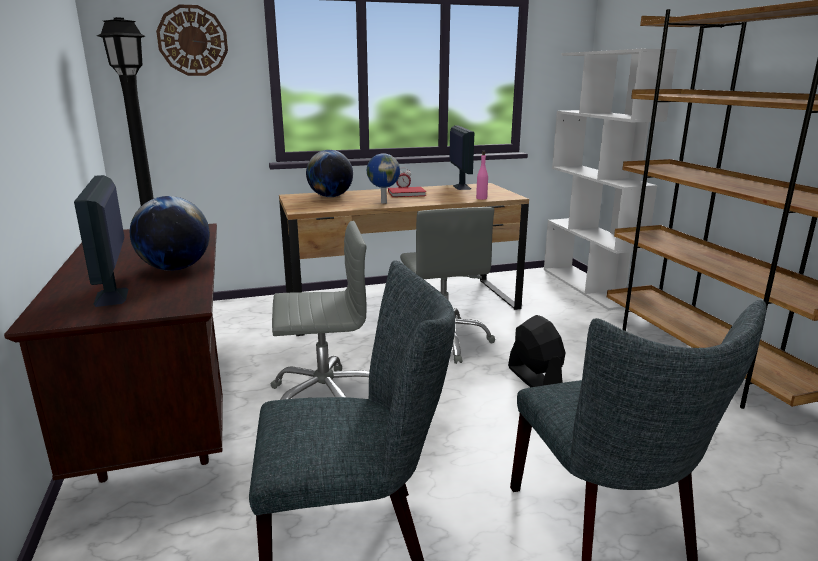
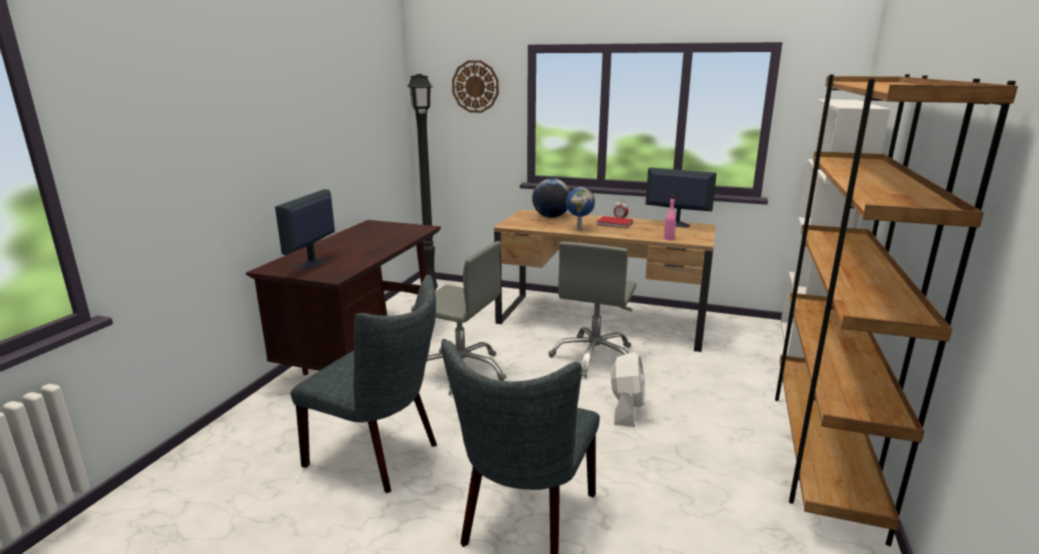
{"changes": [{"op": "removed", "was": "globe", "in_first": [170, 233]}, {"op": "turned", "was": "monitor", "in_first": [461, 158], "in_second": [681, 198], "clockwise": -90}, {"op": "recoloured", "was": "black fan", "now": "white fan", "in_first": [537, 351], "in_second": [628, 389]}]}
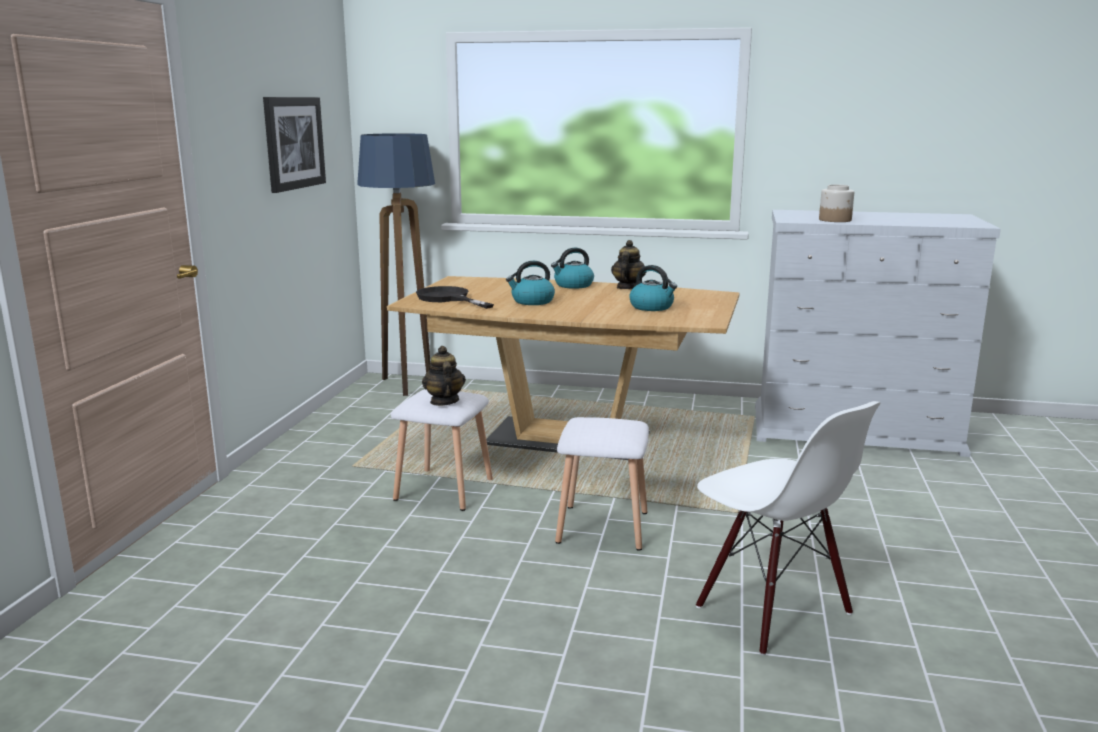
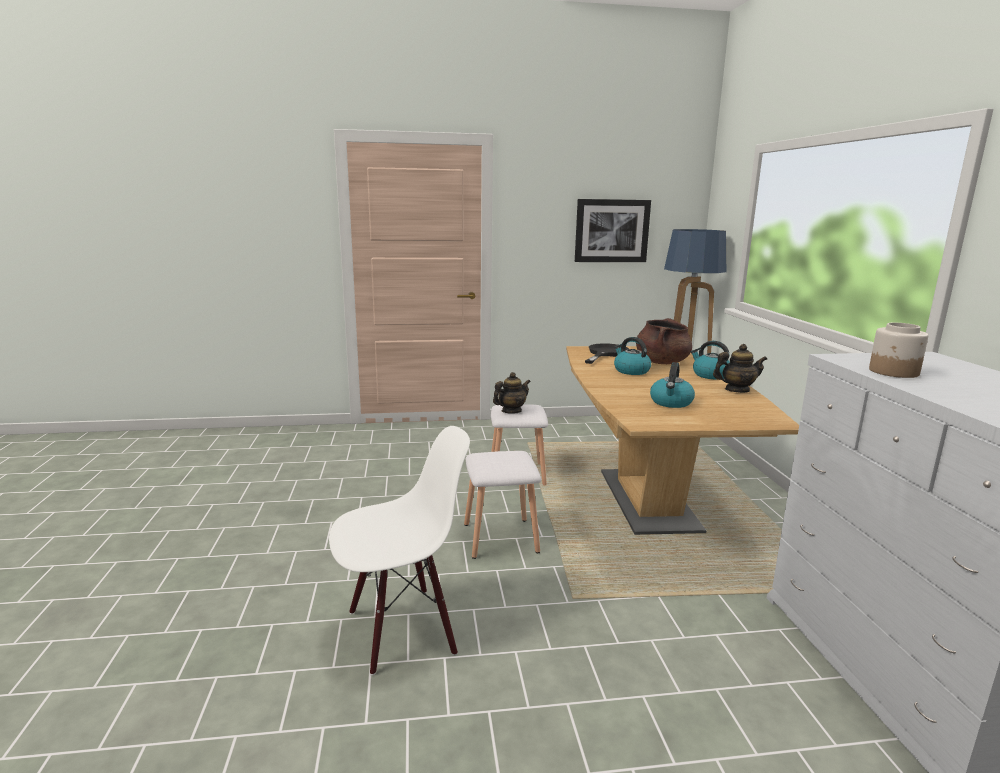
{"changes": [{"op": "turned", "was": "white chair", "in_first": [788, 528], "in_second": [399, 551], "clockwise": -150}, {"op": "added", "now": "brown cooking pot", "in_second": [664, 341]}]}
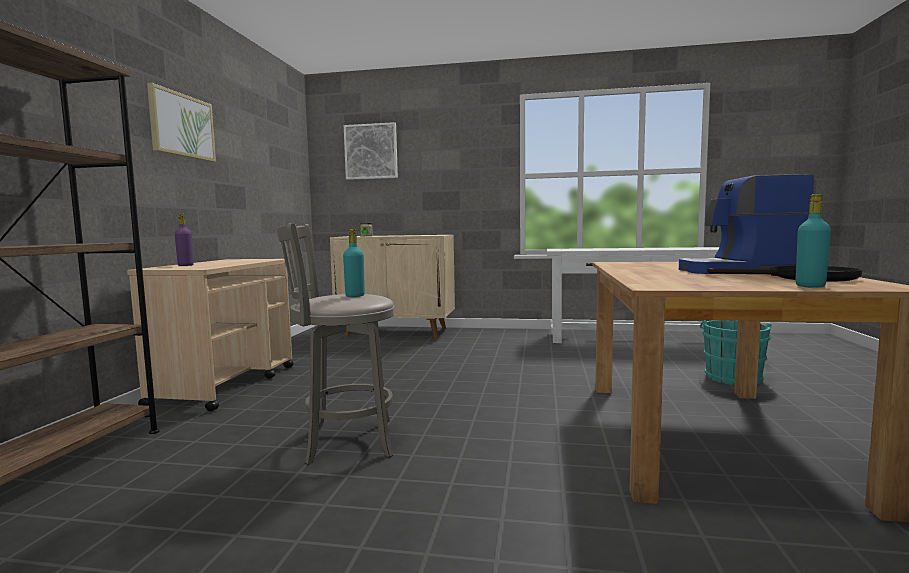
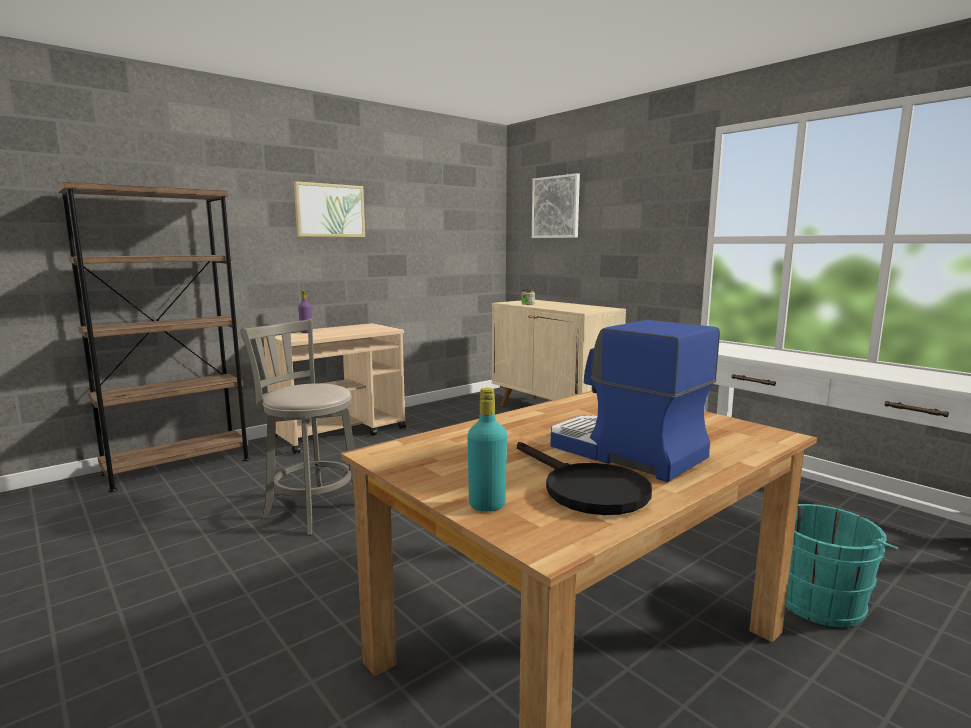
{"changes": [{"op": "removed", "was": "turquoise bottle", "in_first": [354, 263]}]}
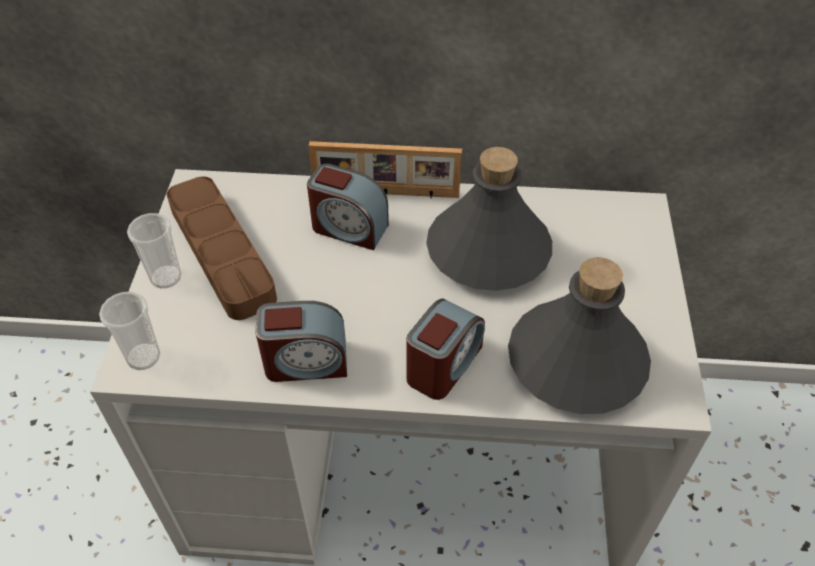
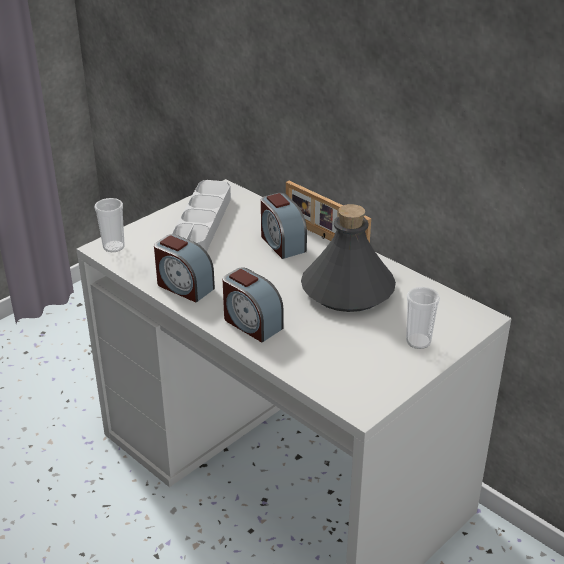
{"changes": [{"op": "moved", "was": "cup", "in_first": [154, 250], "in_second": [423, 318]}, {"op": "recoloured", "was": "brown tray", "now": "grey tray", "in_first": [222, 248], "in_second": [201, 216]}, {"op": "turned", "was": "alarm clock", "in_first": [445, 349], "in_second": [253, 305], "clockwise": 60}, {"op": "removed", "was": "grey bottle", "in_first": [579, 335]}]}
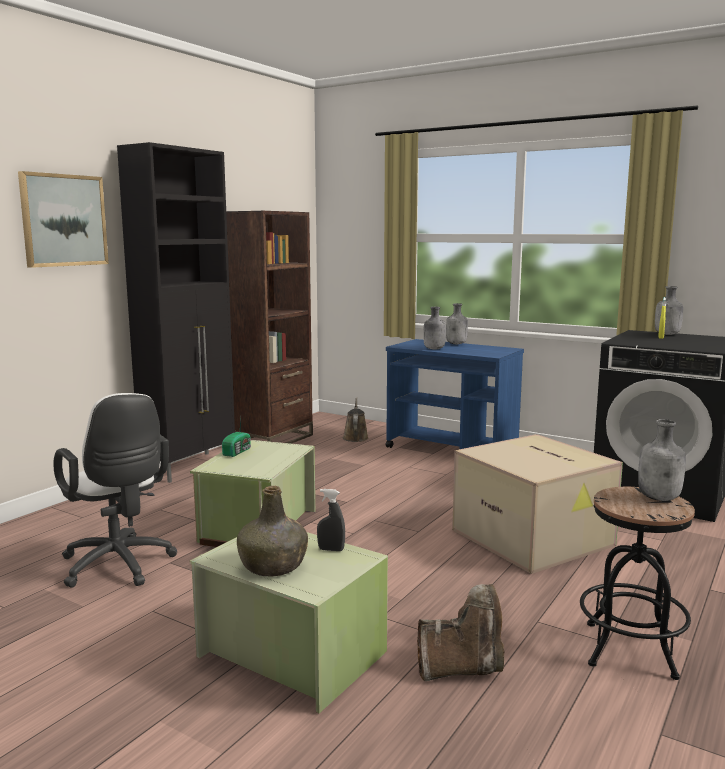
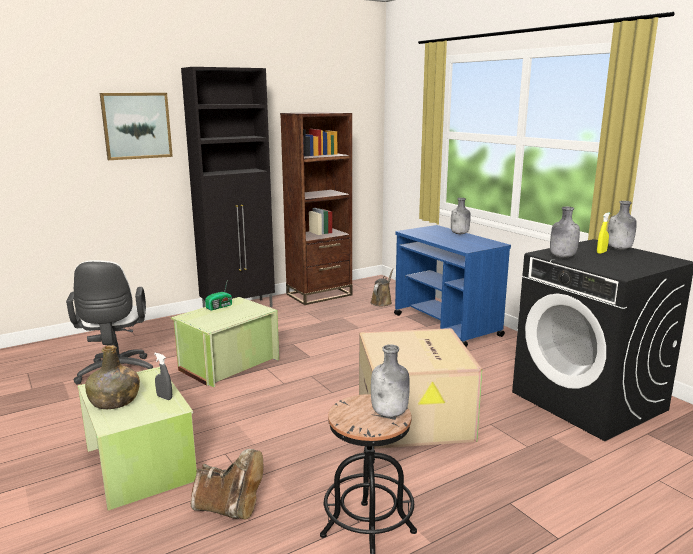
{"changes": [{"op": "moved", "was": "grey bottle", "in_first": [434, 328], "in_second": [565, 232]}]}
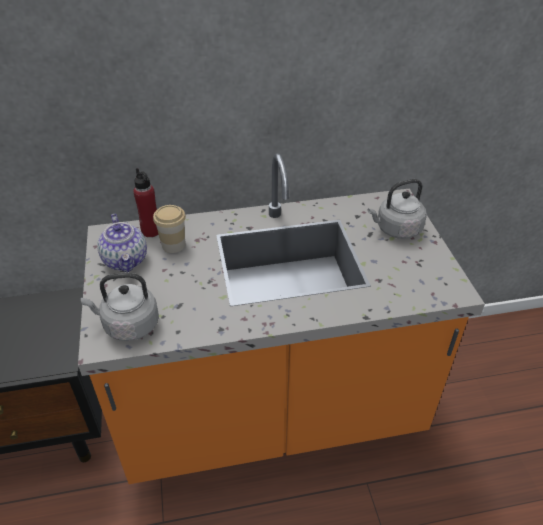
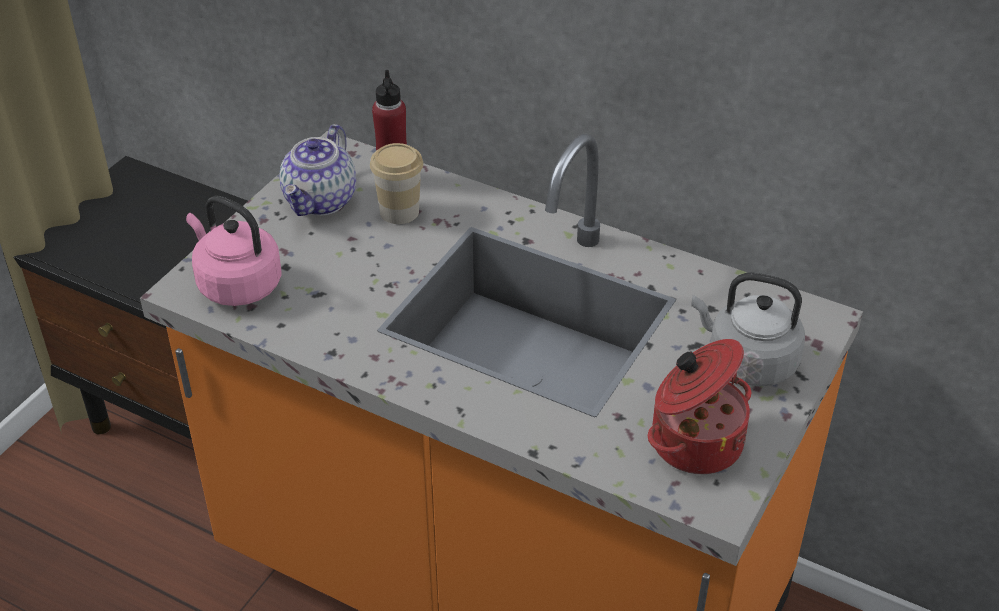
{"changes": [{"op": "recoloured", "was": "grey kettle", "now": "pink kettle", "in_first": [120, 307], "in_second": [234, 250]}, {"op": "added", "now": "cooking pot", "in_second": [699, 406]}]}
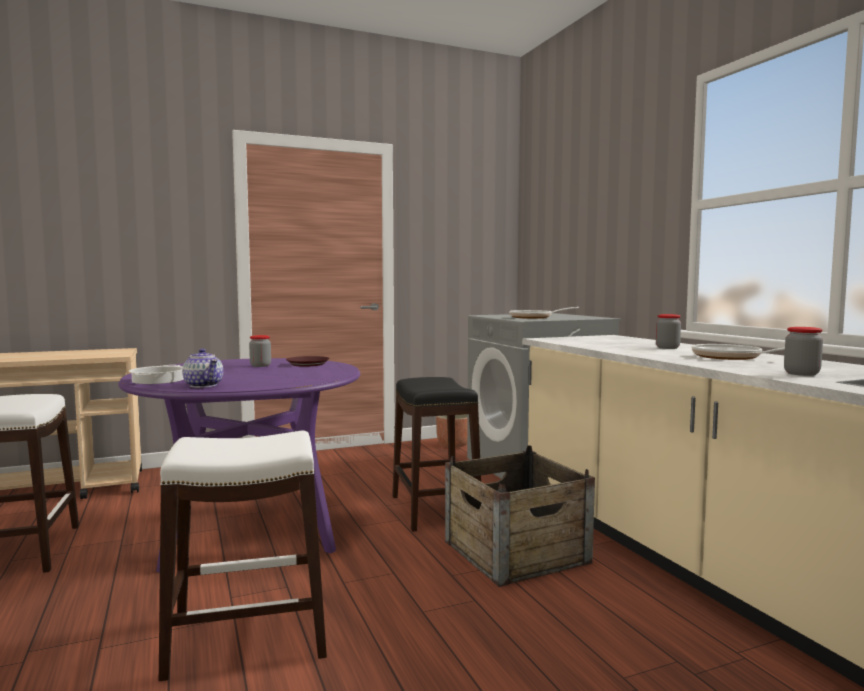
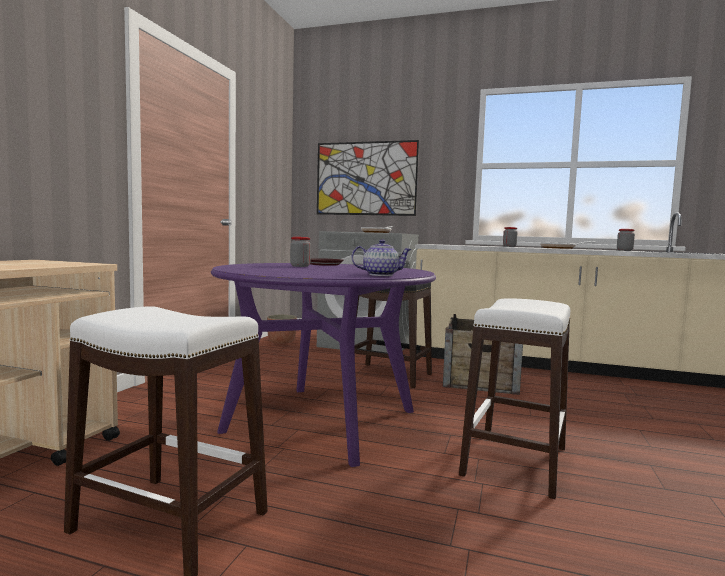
{"changes": [{"op": "removed", "was": "cooking pot", "in_first": [156, 374]}, {"op": "added", "now": "picture", "in_second": [368, 178]}]}
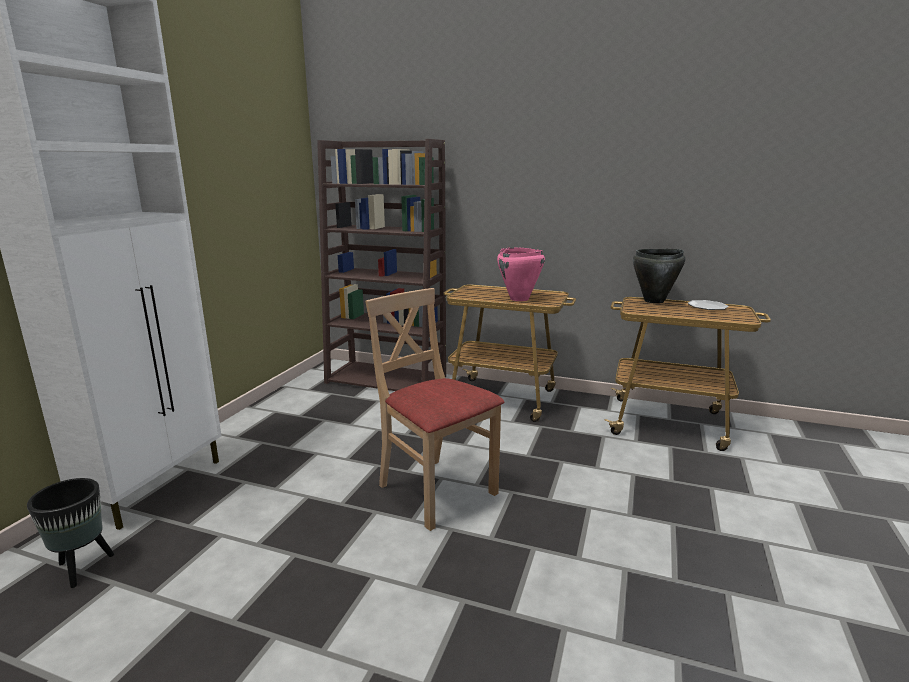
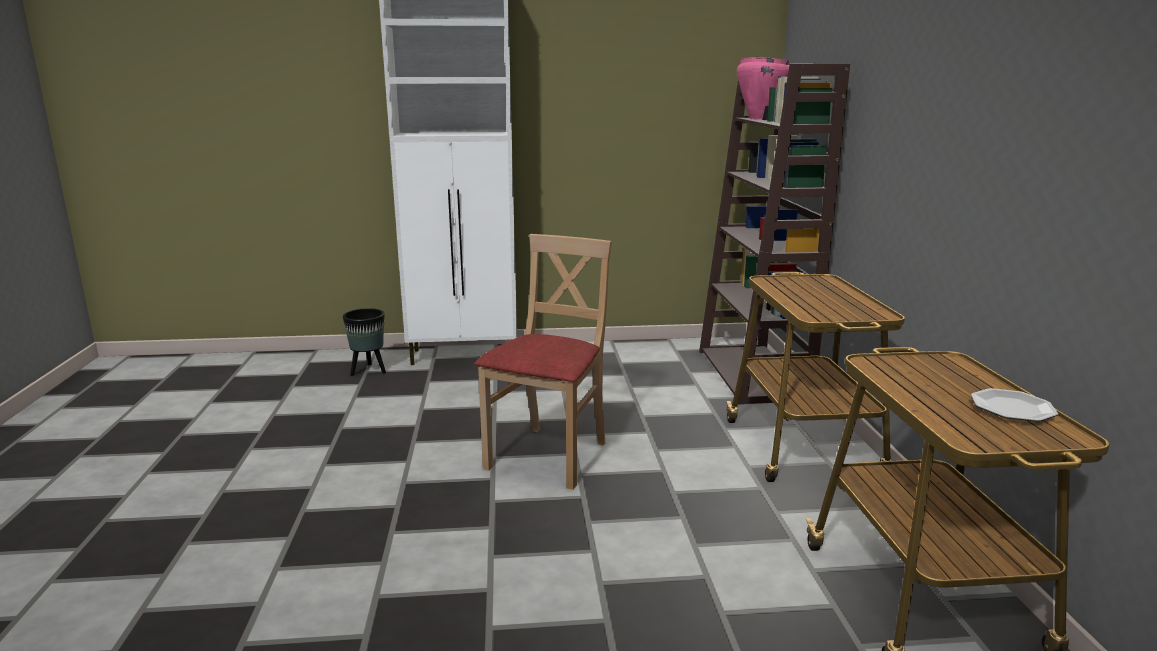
{"changes": [{"op": "moved", "was": "pink cooking pot", "in_first": [521, 274], "in_second": [763, 88]}, {"op": "removed", "was": "black cooking pot", "in_first": [659, 276]}]}
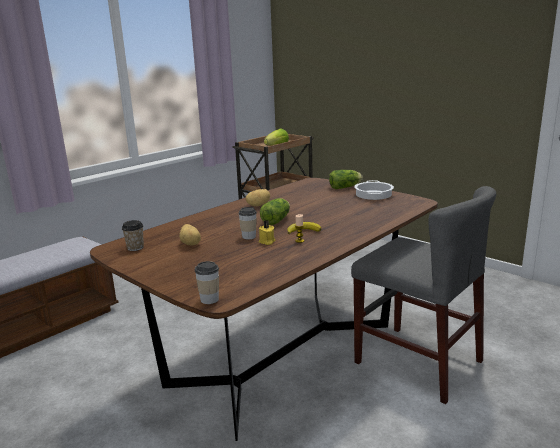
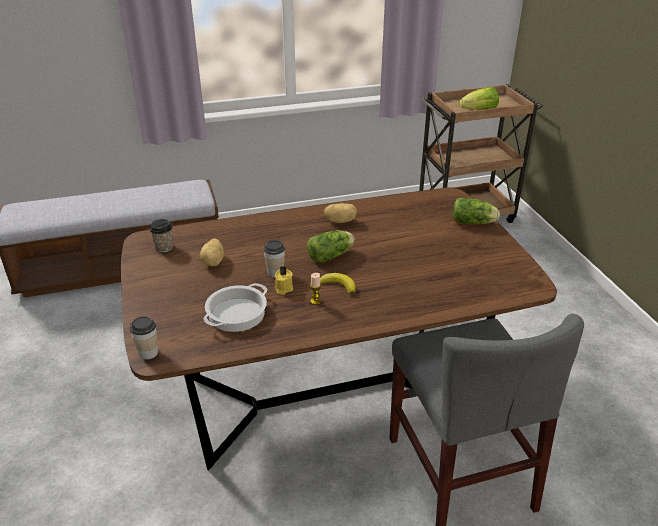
{"changes": [{"op": "moved", "was": "cooking pot", "in_first": [374, 190], "in_second": [235, 307]}]}
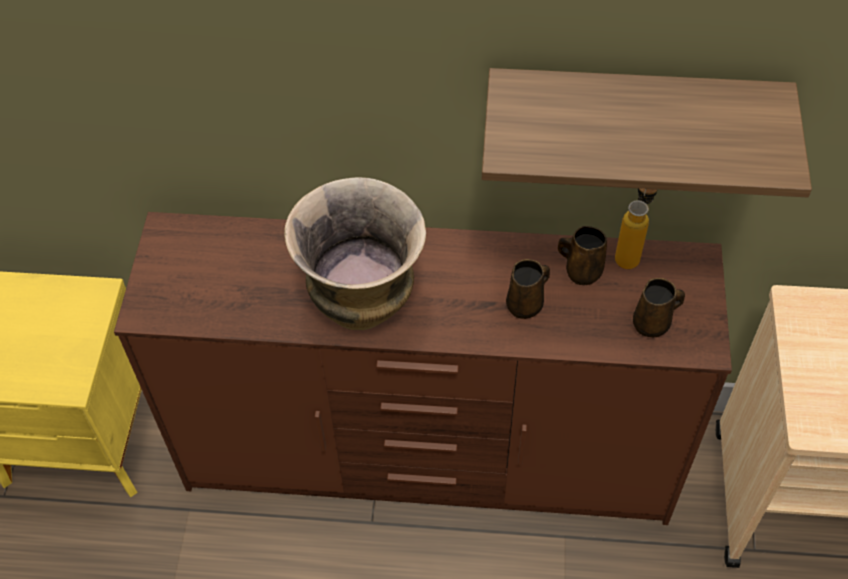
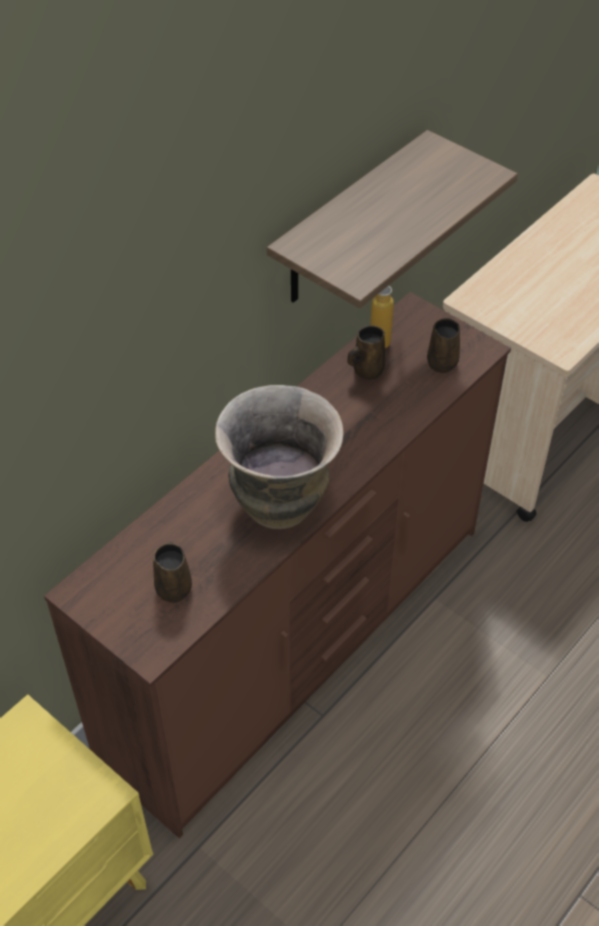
{"changes": [{"op": "moved", "was": "brown mug", "in_first": [528, 289], "in_second": [172, 572]}]}
